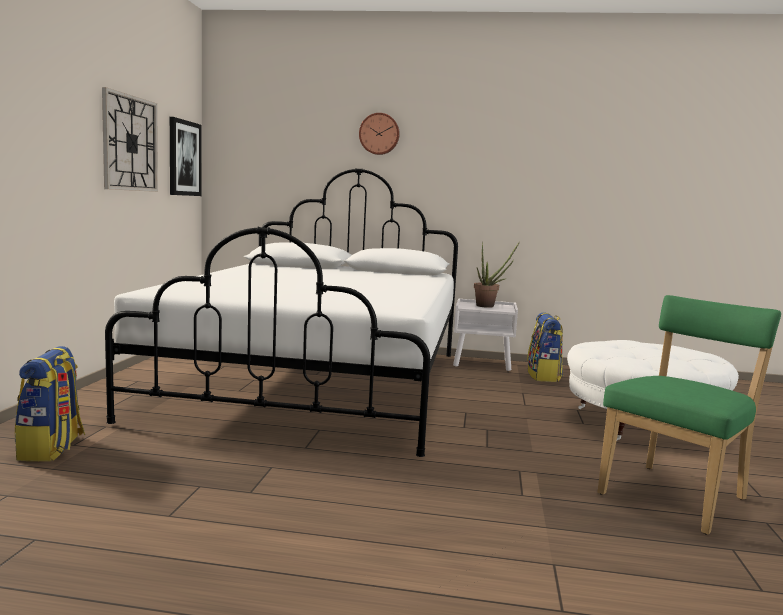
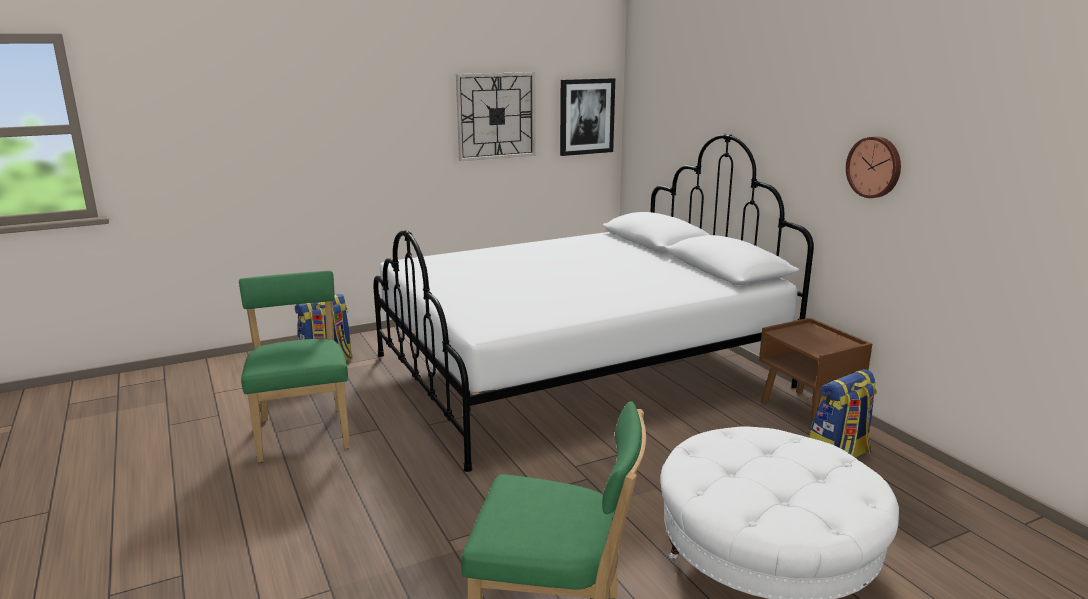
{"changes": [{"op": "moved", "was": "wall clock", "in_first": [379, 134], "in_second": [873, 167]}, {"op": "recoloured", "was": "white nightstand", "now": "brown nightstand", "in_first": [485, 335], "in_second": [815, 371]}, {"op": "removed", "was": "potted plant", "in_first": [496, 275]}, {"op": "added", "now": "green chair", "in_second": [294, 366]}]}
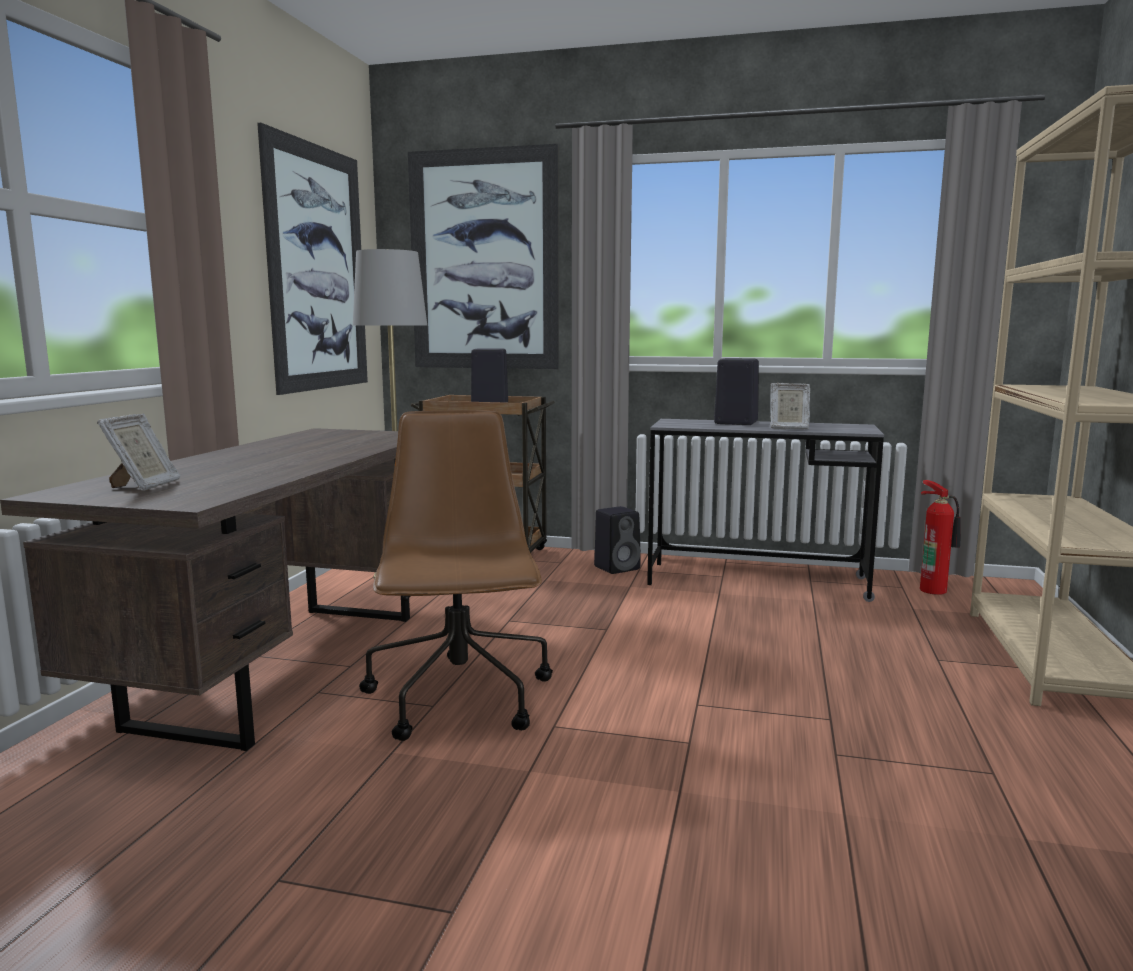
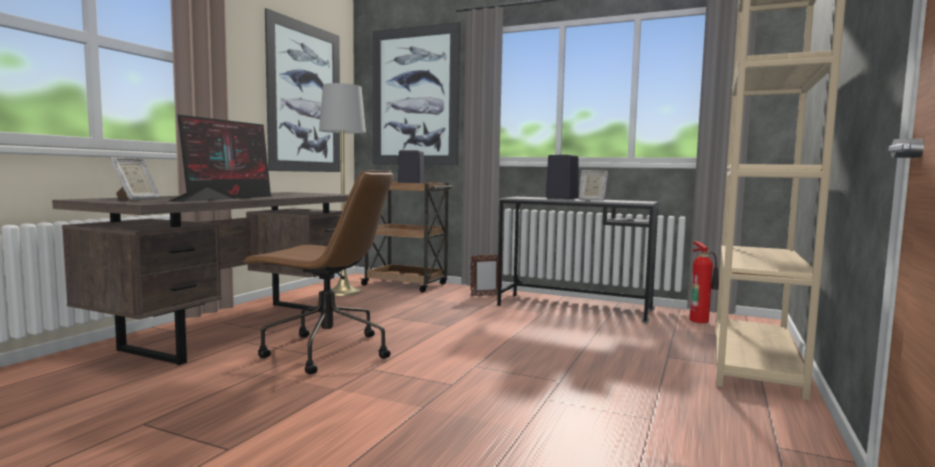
{"changes": [{"op": "turned", "was": "brown office chair", "in_first": [456, 575], "in_second": [317, 272], "clockwise": 105}, {"op": "replaced", "was": "black speaker", "now": "picture frame", "in_first": [617, 540], "in_second": [486, 275]}, {"op": "added", "now": "monitor", "in_second": [221, 158]}]}
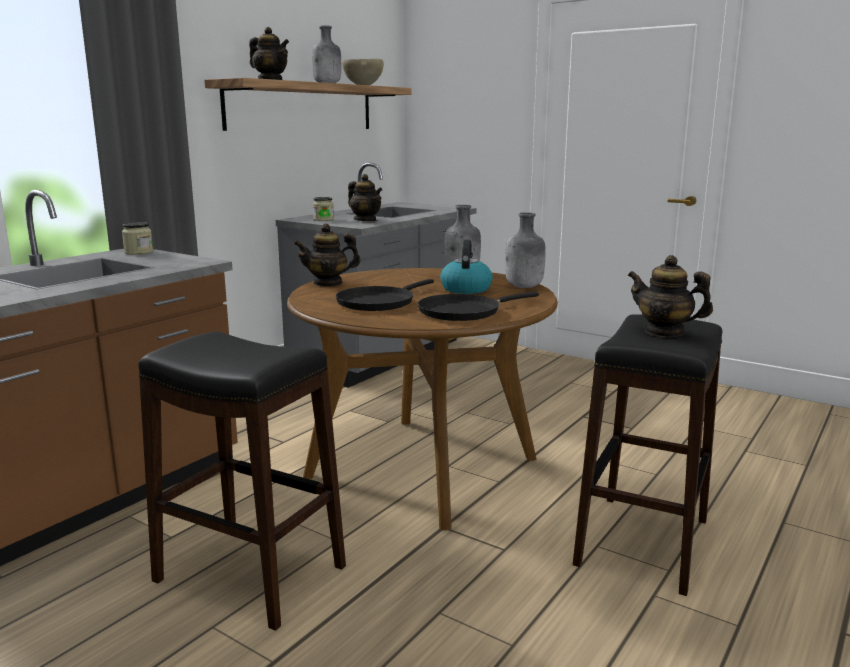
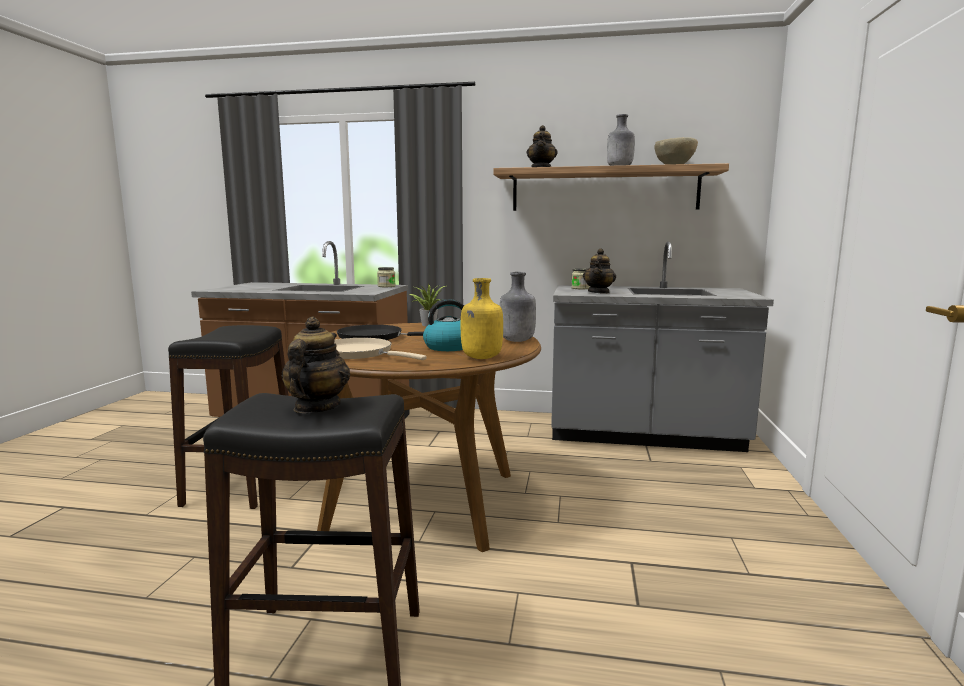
{"changes": [{"op": "replaced", "was": "teapot", "now": "potted plant", "in_first": [327, 255], "in_second": [427, 305]}, {"op": "recoloured", "was": "black frying pan", "now": "beige frying pan", "in_first": [478, 306], "in_second": [380, 349]}, {"op": "recoloured", "was": "grey bottle", "now": "yellow bottle", "in_first": [525, 250], "in_second": [482, 318]}]}
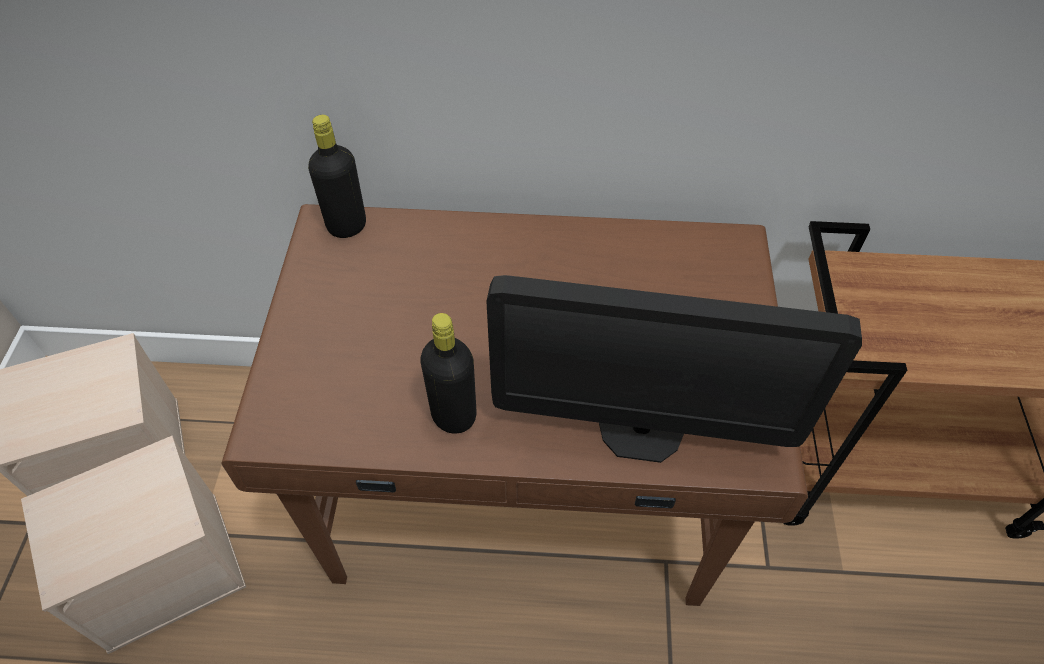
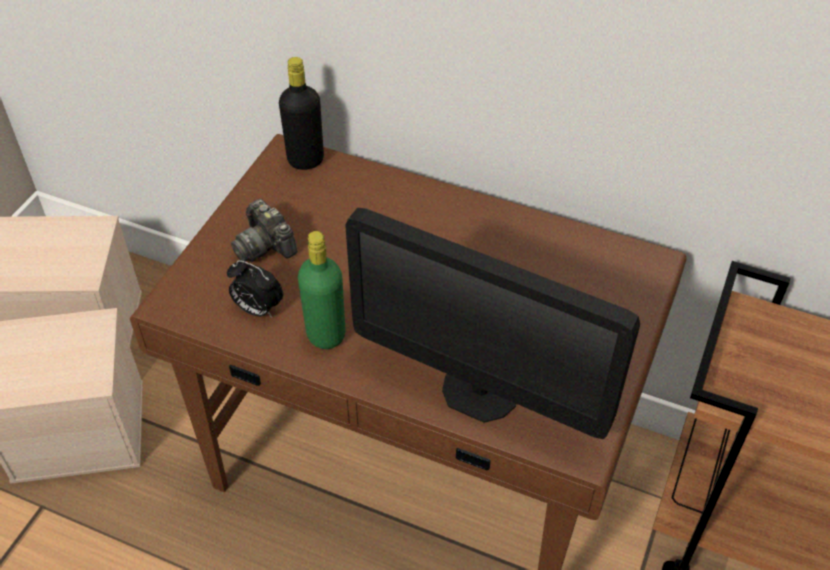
{"changes": [{"op": "recoloured", "was": "black bottle", "now": "green bottle", "in_first": [448, 373], "in_second": [321, 290]}, {"op": "added", "now": "alarm clock", "in_second": [255, 288]}, {"op": "added", "now": "photo camera", "in_second": [264, 230]}]}
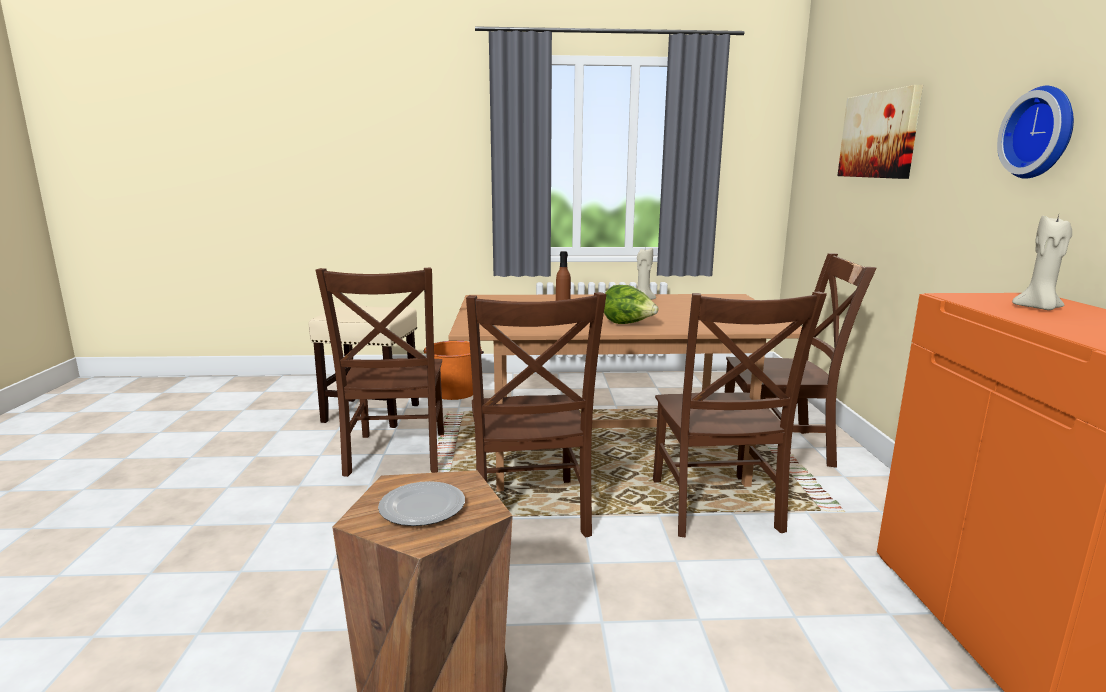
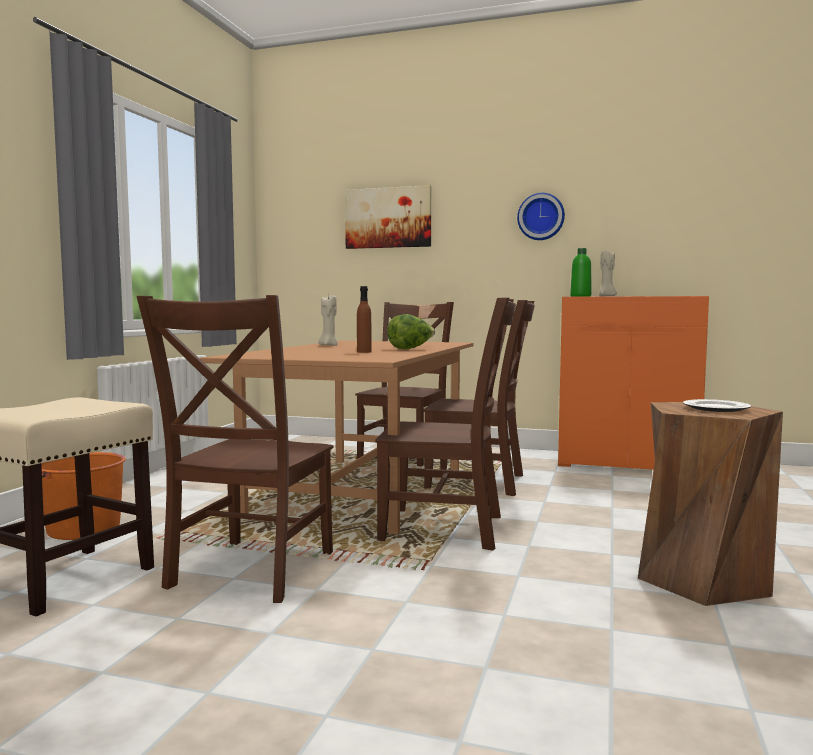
{"changes": [{"op": "turned", "was": "brown chair", "in_first": [379, 372], "in_second": [235, 449], "clockwise": 90}, {"op": "added", "now": "green bottle", "in_second": [580, 272]}]}
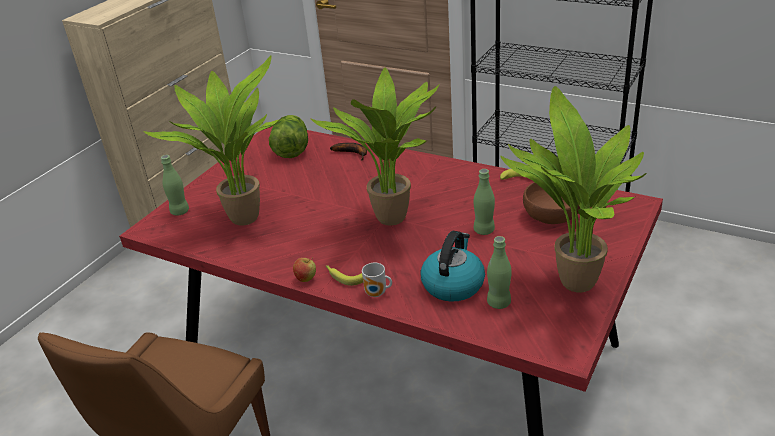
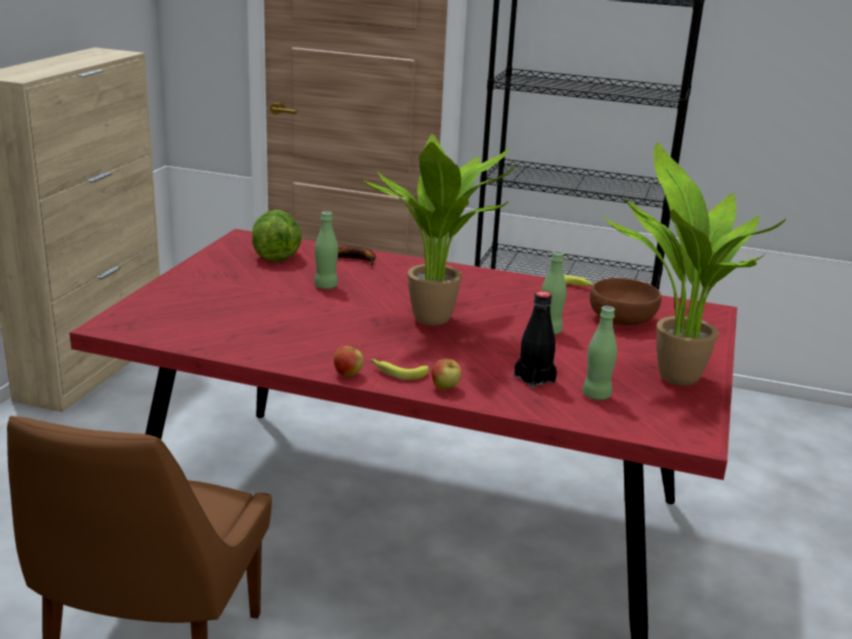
{"changes": [{"op": "removed", "was": "potted plant", "in_first": [213, 140]}, {"op": "moved", "was": "green bottle", "in_first": [175, 185], "in_second": [326, 250]}, {"op": "replaced", "was": "mug", "now": "apple", "in_first": [377, 280], "in_second": [447, 374]}, {"op": "replaced", "was": "kettle", "now": "black bottle", "in_first": [453, 266], "in_second": [535, 340]}]}
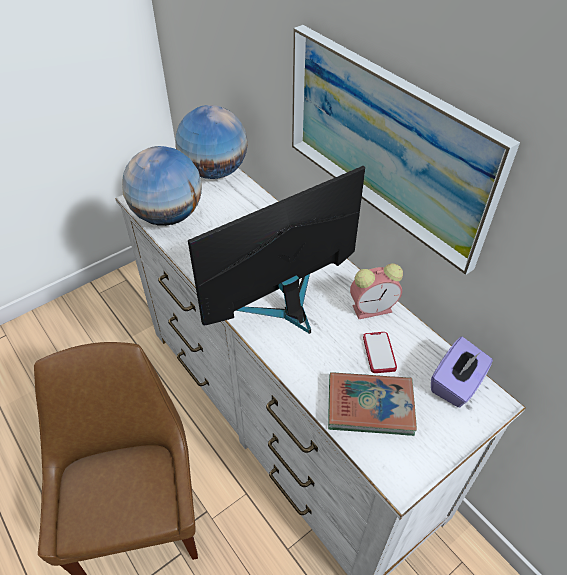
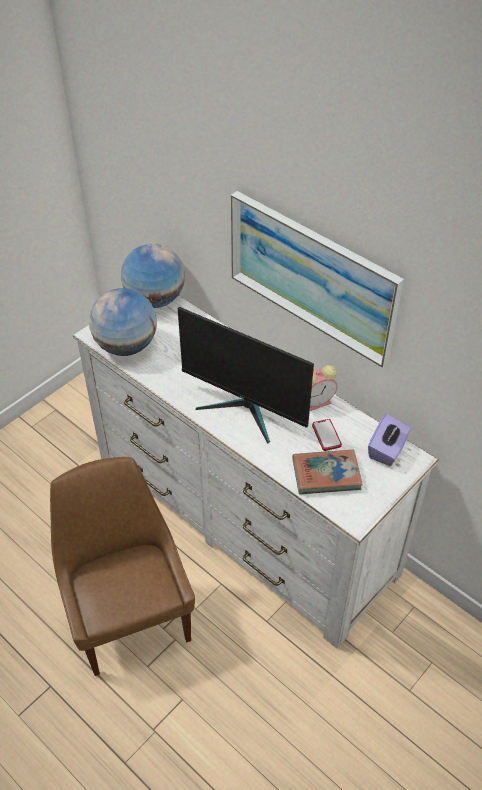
{"changes": [{"op": "turned", "was": "monitor", "in_first": [276, 250], "in_second": [246, 375], "clockwise": -105}]}
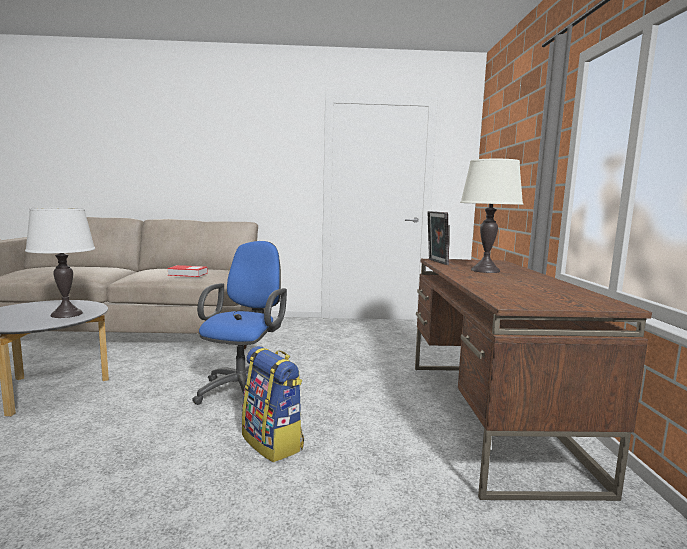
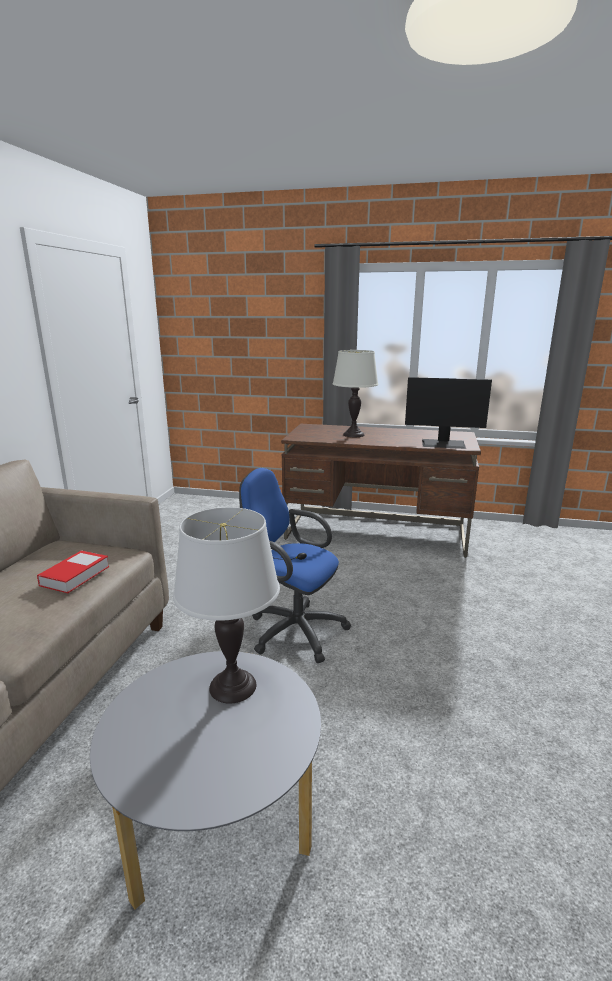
{"changes": [{"op": "removed", "was": "backpack", "in_first": [273, 404]}, {"op": "removed", "was": "picture frame", "in_first": [438, 238]}, {"op": "added", "now": "monitor", "in_second": [448, 413]}]}
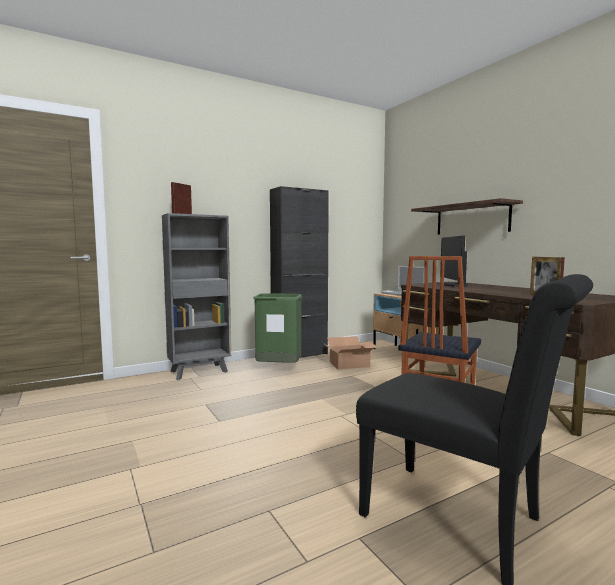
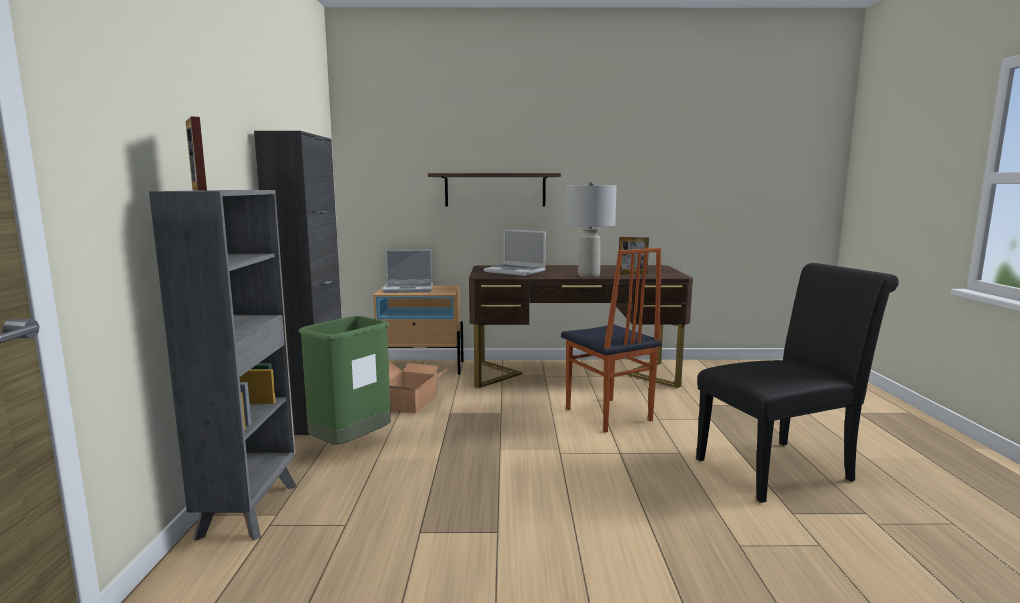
{"changes": [{"op": "replaced", "was": "monitor", "now": "laptop", "in_first": [454, 261], "in_second": [515, 252]}, {"op": "added", "now": "grey table lamp", "in_second": [591, 229]}]}
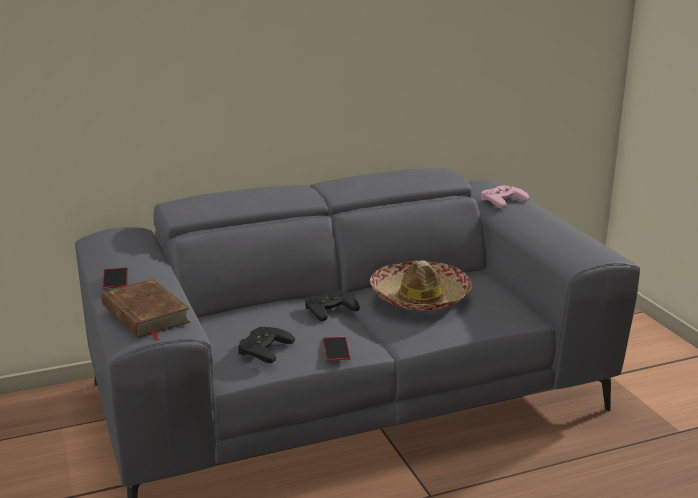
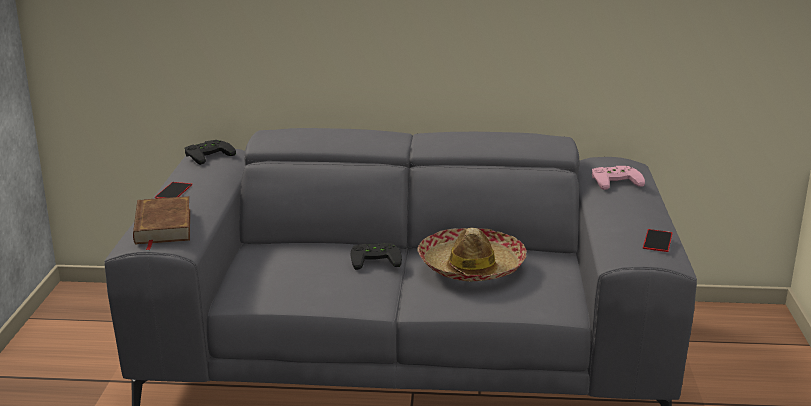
{"changes": [{"op": "moved", "was": "black game controller", "in_first": [266, 345], "in_second": [210, 152]}, {"op": "moved", "was": "phone", "in_first": [337, 349], "in_second": [657, 240]}]}
